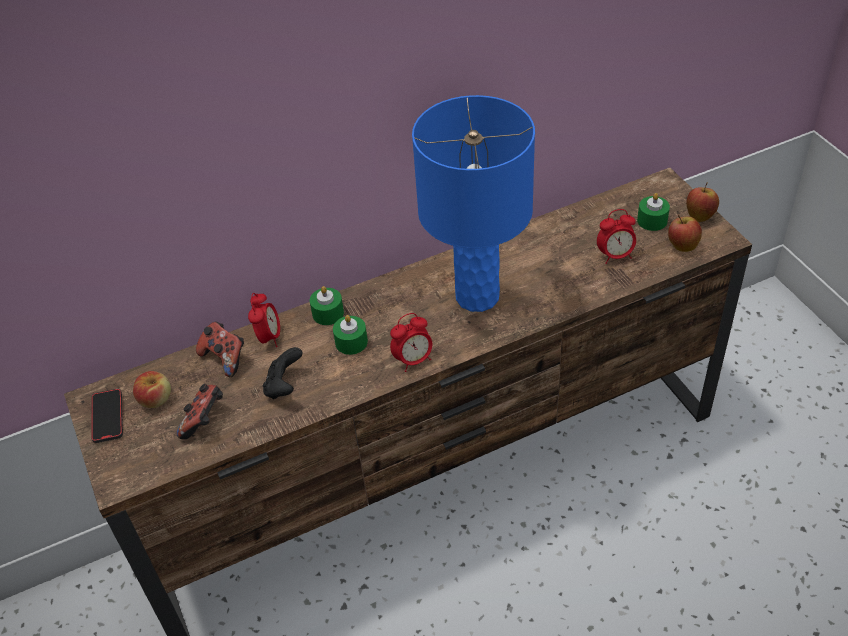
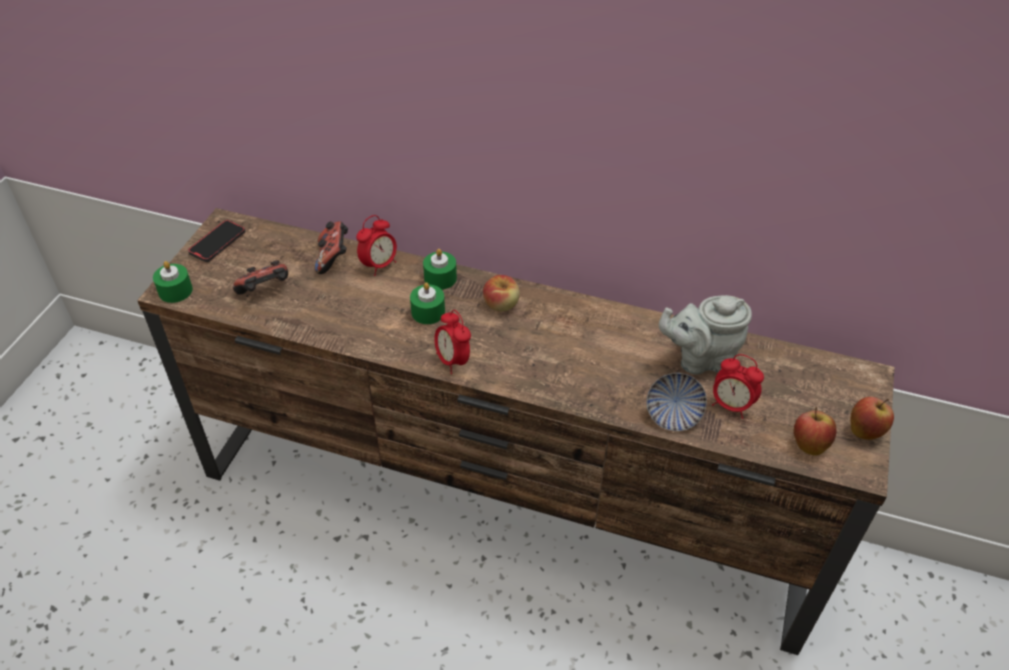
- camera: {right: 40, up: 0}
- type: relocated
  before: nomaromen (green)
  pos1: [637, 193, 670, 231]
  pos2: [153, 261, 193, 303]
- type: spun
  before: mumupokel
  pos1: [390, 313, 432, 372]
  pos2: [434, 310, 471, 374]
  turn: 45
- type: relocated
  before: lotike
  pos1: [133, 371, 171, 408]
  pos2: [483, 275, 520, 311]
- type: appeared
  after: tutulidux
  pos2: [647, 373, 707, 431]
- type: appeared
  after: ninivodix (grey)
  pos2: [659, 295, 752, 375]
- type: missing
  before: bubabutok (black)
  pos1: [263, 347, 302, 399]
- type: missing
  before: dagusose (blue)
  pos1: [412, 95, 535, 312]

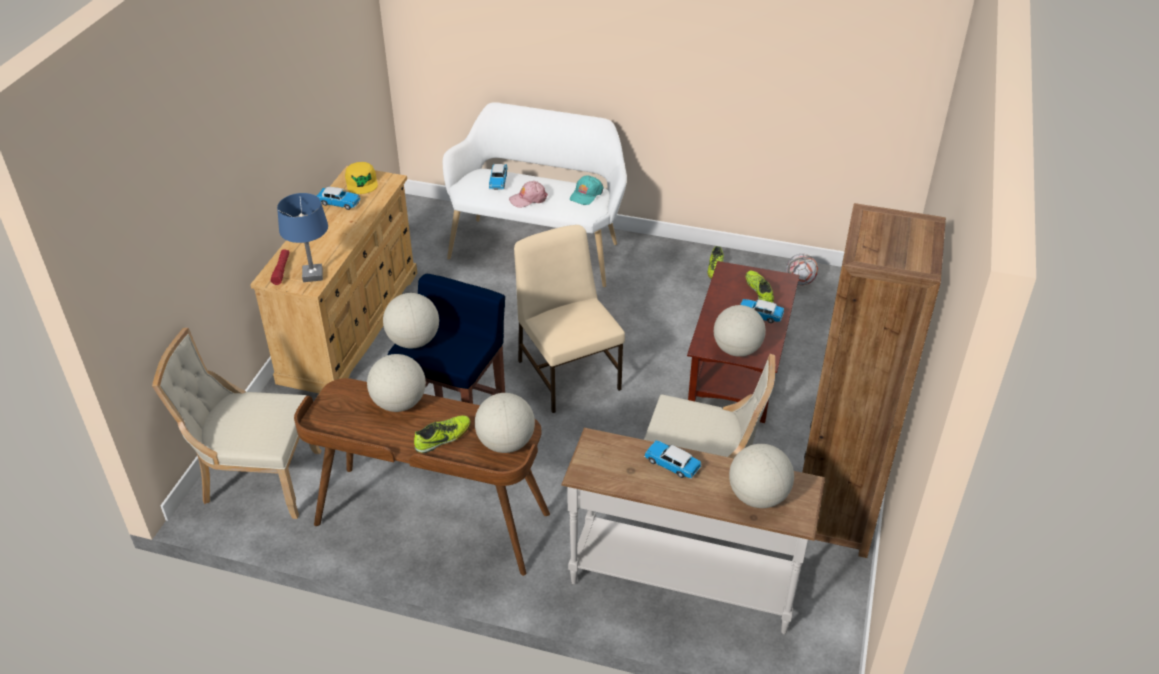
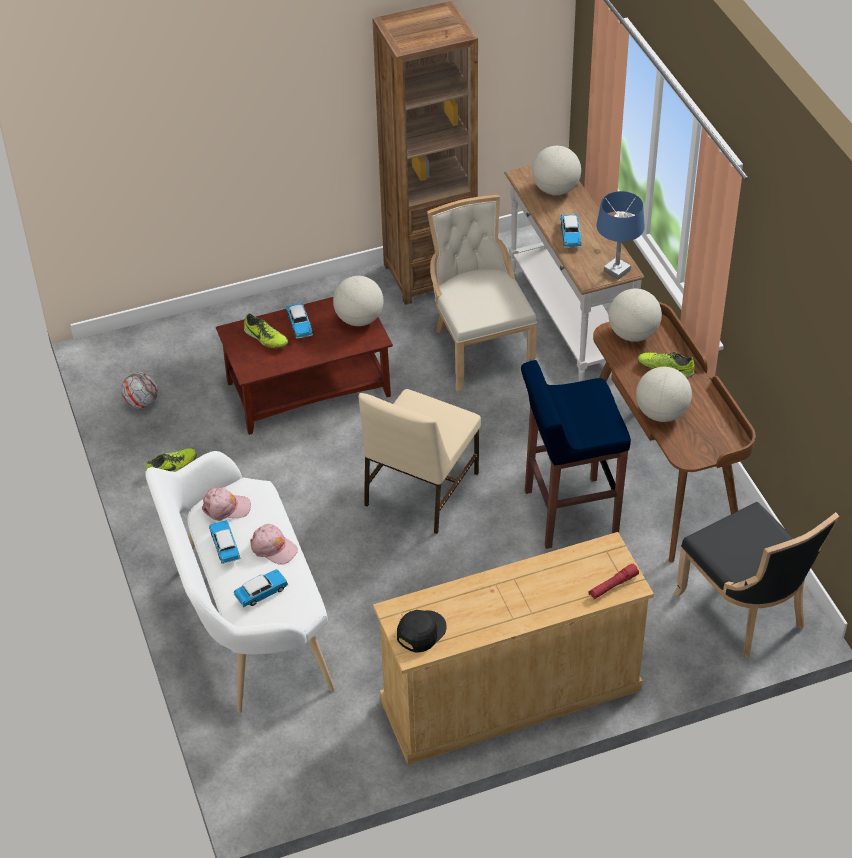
- camera: {right: -125, up: 5}
- type: colour
  before: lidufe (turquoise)
  after: lidufe (pink)
  pos1: [570, 176, 604, 205]
  pos2: [202, 488, 251, 521]
- type: relocated
  before: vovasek
  pos1: [316, 187, 361, 210]
  pos2: [209, 520, 241, 564]
- type: spun
  before: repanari
  pos1: [745, 271, 774, 303]
  pos2: [244, 313, 288, 348]
  turn: -90
- type: colour
  before: lidufe (yellow)
  after: lidufe (black)
  pos1: [345, 162, 378, 194]
  pos2: [397, 610, 446, 653]
- type: relocated
  before: dagusose (blue)
  pos1: [277, 193, 328, 282]
  pos2: [597, 191, 644, 280]
- type: colour
  before: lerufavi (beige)
  after: lerufavi (black)
  pos1: [152, 328, 322, 519]
  pos2: [674, 502, 839, 658]
- type: missing
  before: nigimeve
  pos1: [383, 293, 439, 348]

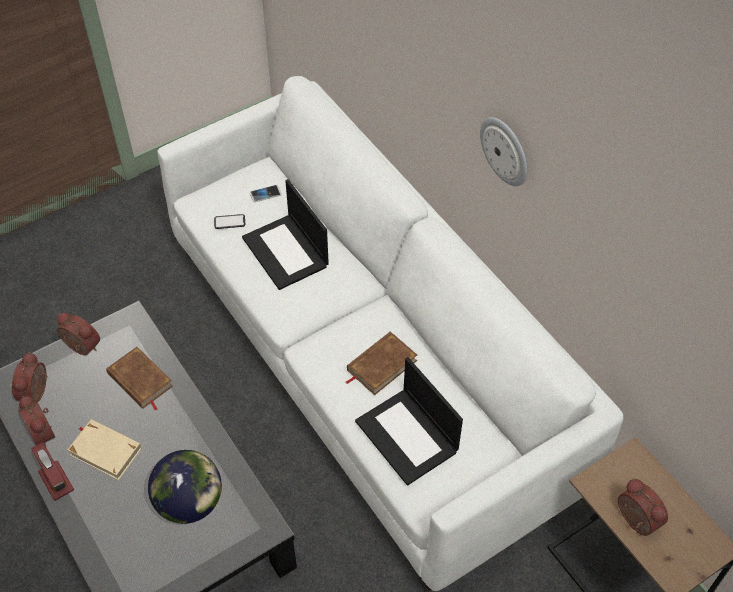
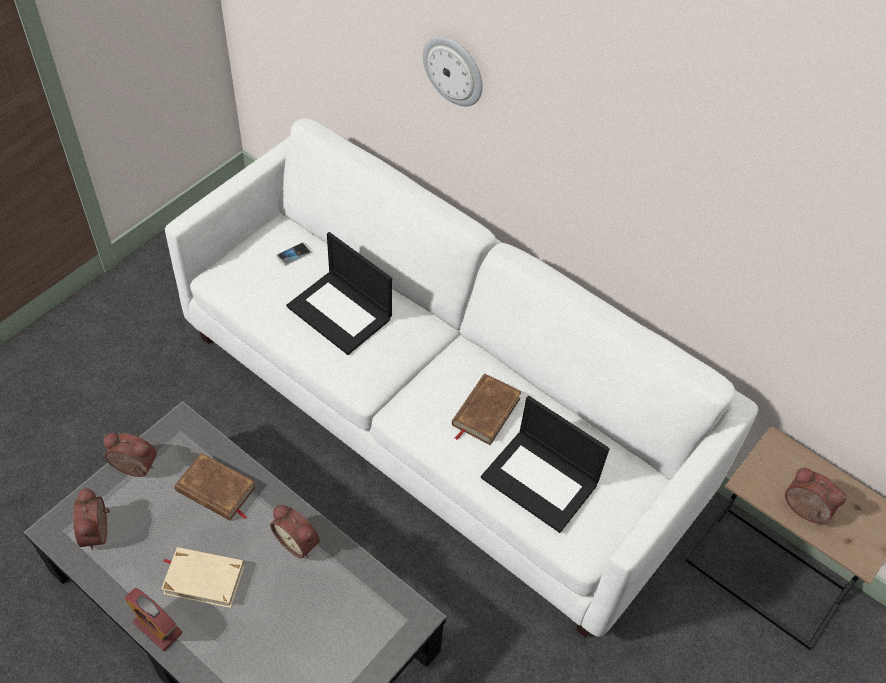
- camera: {right: -20, up: 0}
- type: relocated
  before: mumupokel
  pos1: [18, 396, 55, 447]
  pos2: [270, 505, 320, 558]
- type: relocated
  before: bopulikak
  pos1: [480, 117, 527, 186]
  pos2: [423, 36, 483, 106]
- type: missing
  before: nigimeve
  pos1: [148, 450, 222, 524]
- type: missing
  before: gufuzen
  pos1: [214, 214, 245, 229]

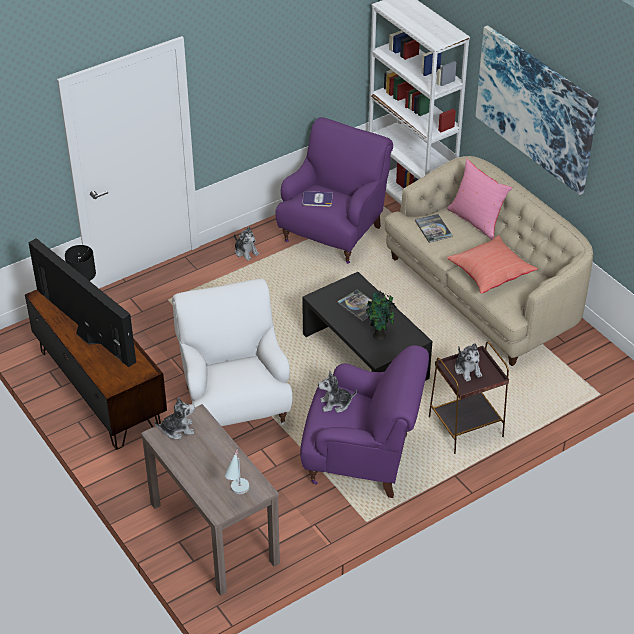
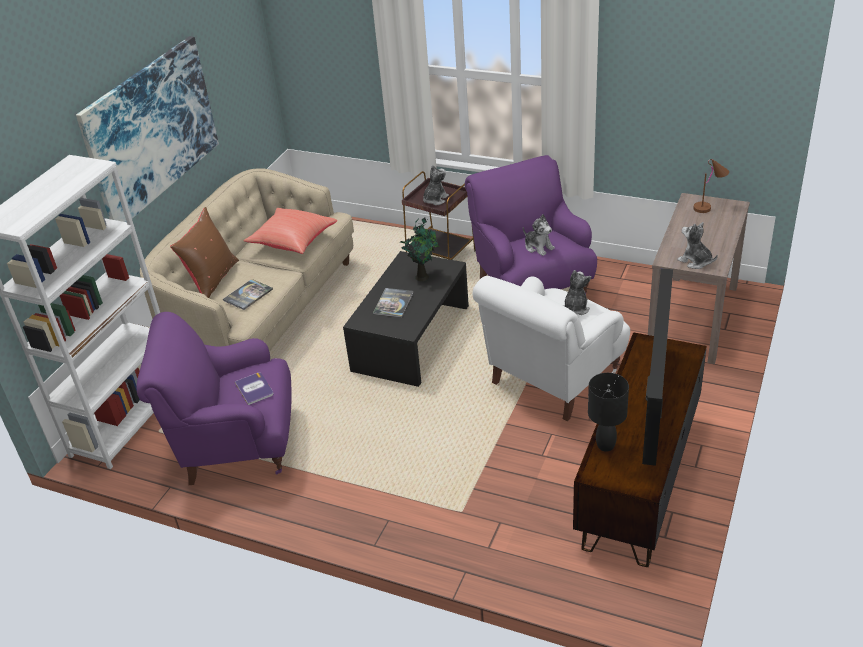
- camera: {right: -120, up: -5}
- type: colour
  before: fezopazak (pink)
  after: fezopazak (brown)
  pos1: [447, 159, 512, 240]
  pos2: [170, 207, 239, 298]
- type: relocated
  before: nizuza
  pos1: [234, 227, 259, 261]
  pos2: [563, 270, 591, 315]
- type: colour
  before: dagusose (white)
  after: dagusose (brown)
  pos1: [225, 449, 249, 494]
  pos2: [693, 159, 729, 213]

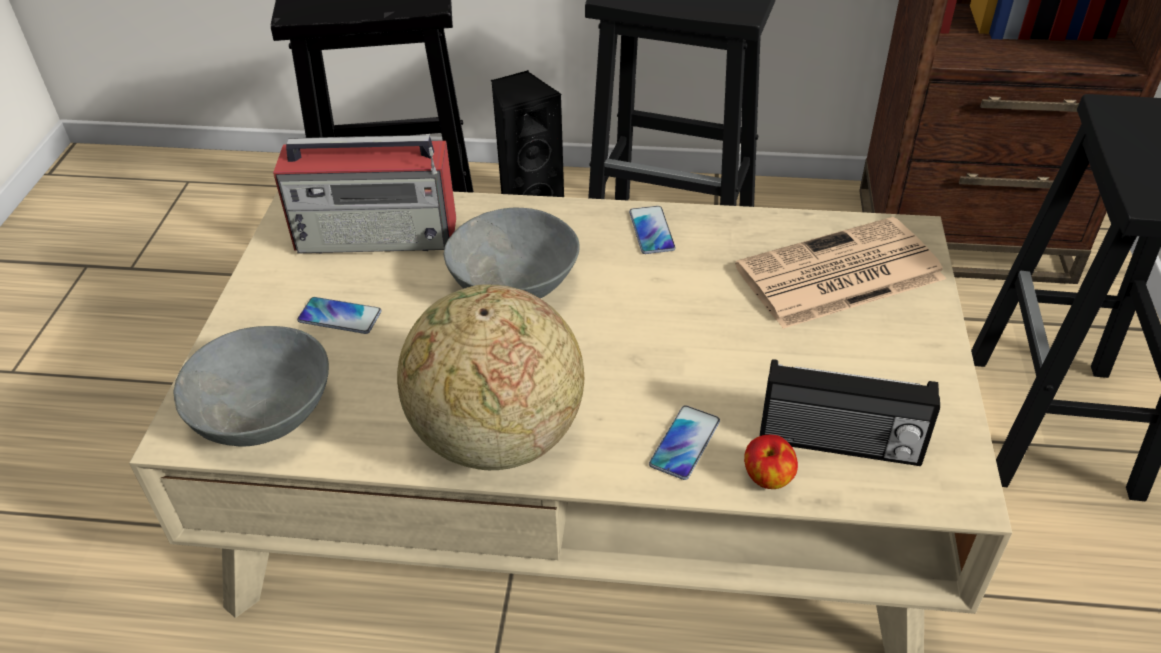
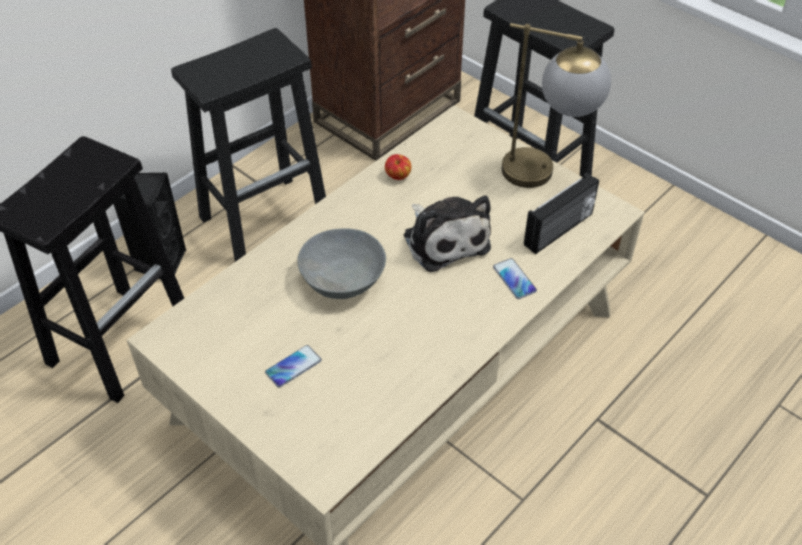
- camera: {right: -55, up: 5}
- type: relocated
  before: lotike
  pos1: [744, 435, 798, 489]
  pos2: [385, 154, 411, 180]
- type: appeared
  after: nizuza
  pos2: [404, 195, 491, 272]
- type: appeared
  after: dagusose
  pos2: [502, 23, 611, 188]
- type: missing
  before: tutulidux (grey)
  pos1: [173, 326, 329, 447]
- type: missing
  before: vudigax
  pos1: [273, 135, 456, 253]
- type: missing
  before: nigimeve
  pos1: [397, 285, 584, 470]
- type: missing
  before: gufuzen
  pos1: [629, 206, 676, 254]
- type: missing
  before: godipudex
  pos1: [735, 217, 946, 329]

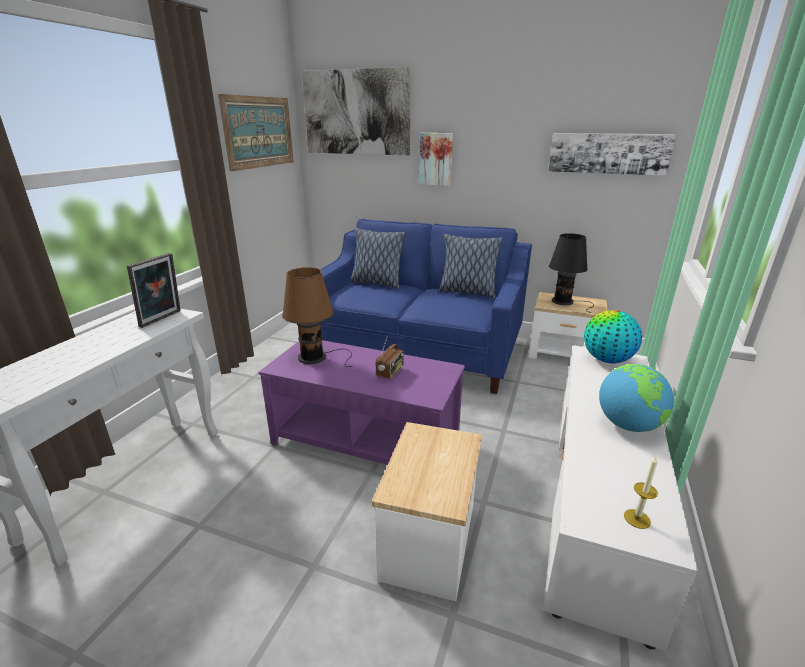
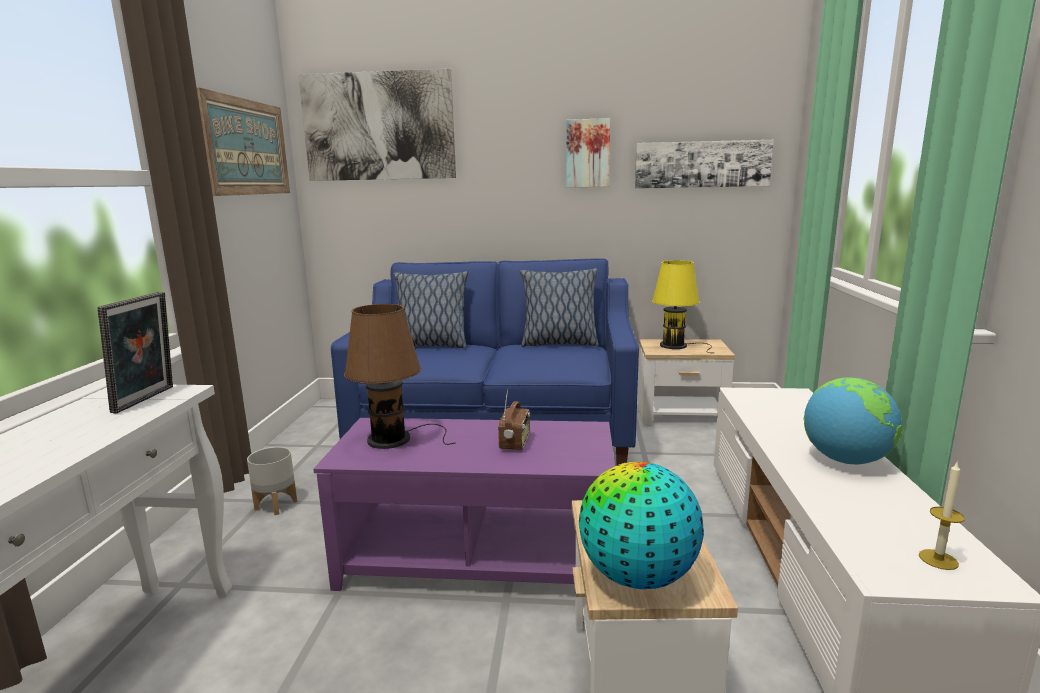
- camera: {right: -15, up: -10}
- type: appeared
  after: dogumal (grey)
  pos2: [247, 447, 297, 515]
- type: relocated
  before: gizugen
  pos1: [419, 133, 453, 186]
  pos2: [566, 118, 610, 187]
- type: relocated
  before: nigimeve
  pos1: [584, 310, 642, 363]
  pos2: [579, 462, 704, 589]
- type: colour
  before: dagusose (black)
  after: dagusose (yellow)
  pos1: [549, 233, 594, 313]
  pos2: [652, 260, 712, 353]

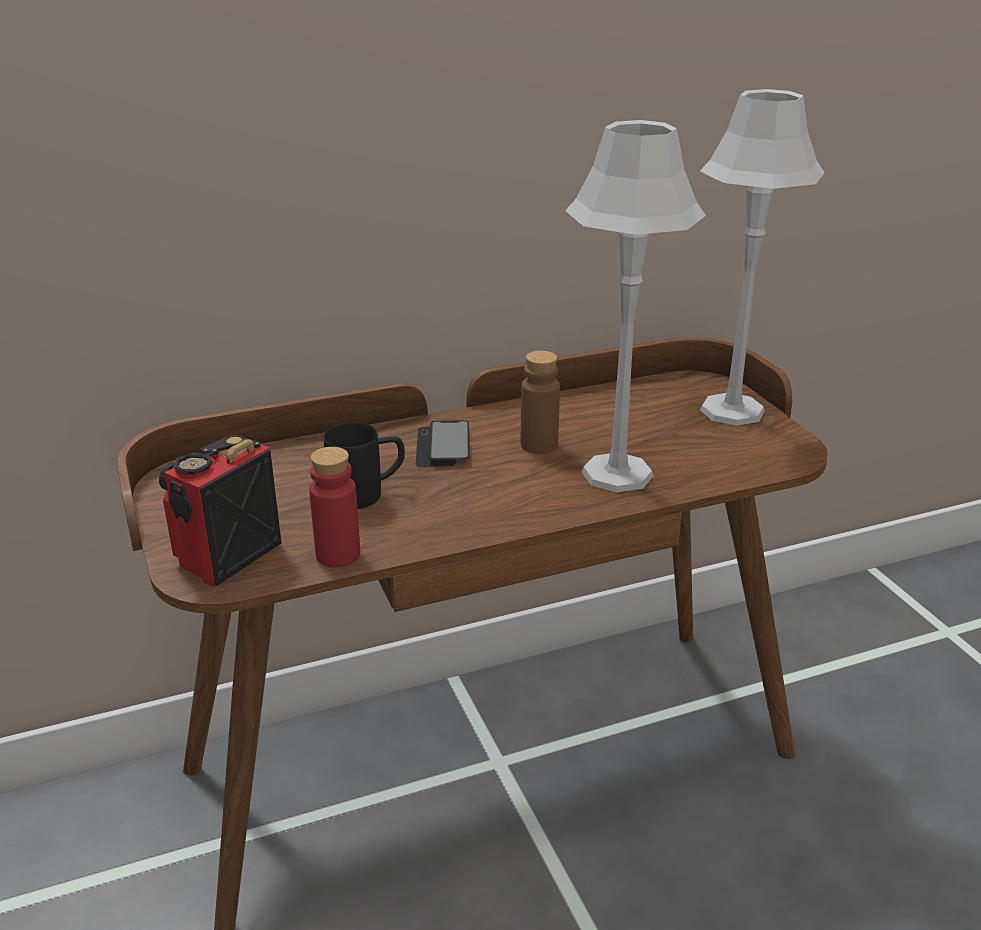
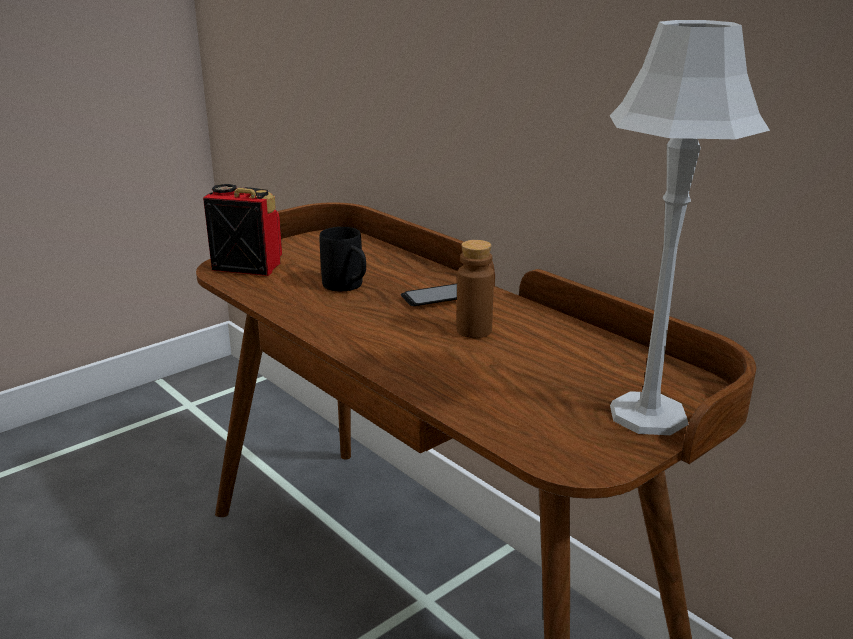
- camera: {right: 70, up: -5}
- type: missing
  before: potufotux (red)
  pos1: [309, 447, 360, 568]
- type: missing
  before: dagusose (grey)
  pos1: [565, 120, 706, 492]

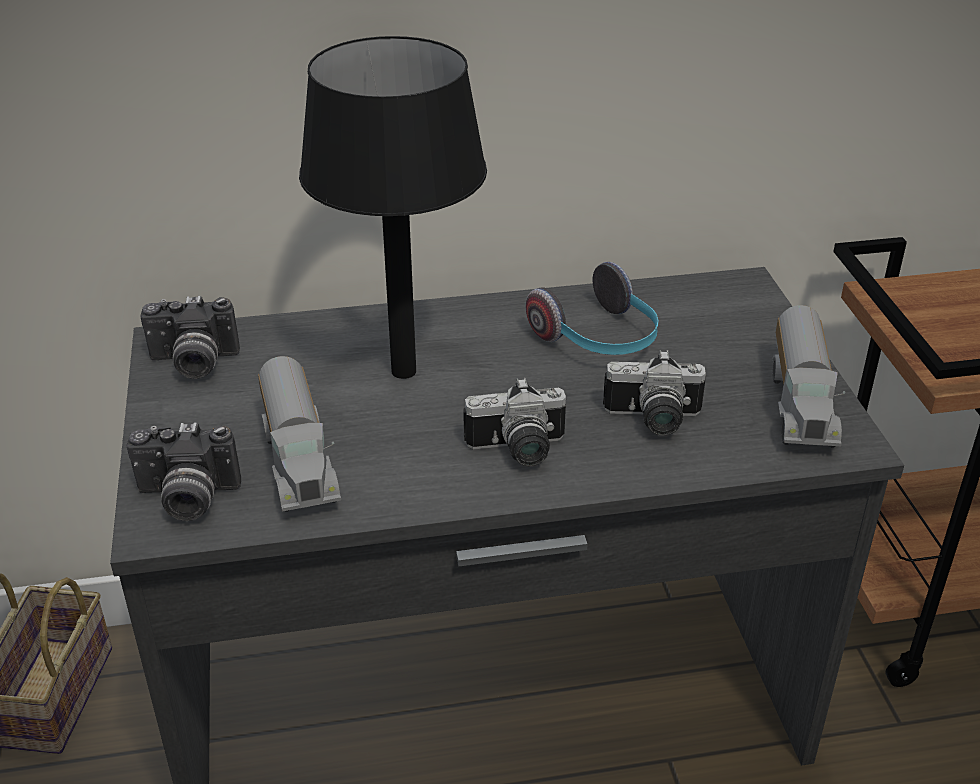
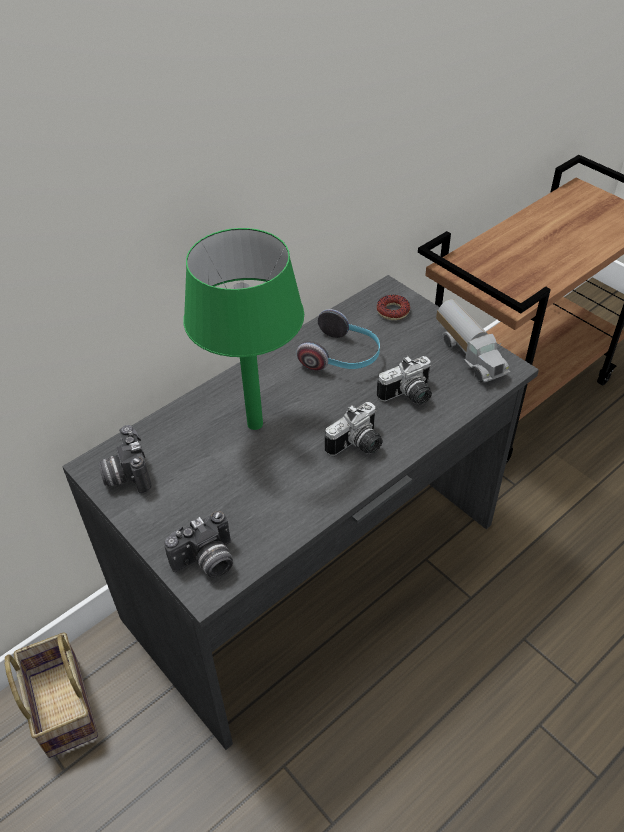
- camera: {right: -30, up: 10}
- type: spun
  before: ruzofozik
  pos1: [140, 296, 240, 379]
  pos2: [98, 425, 151, 493]
  turn: 105
- type: colour
  before: dagusose (black)
  after: dagusose (green)
  pos1: [299, 36, 487, 379]
  pos2: [184, 228, 304, 430]
- type: appeared
  after: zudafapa
  pos2: [377, 295, 410, 320]
- type: missing
  before: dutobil
  pos1: [258, 356, 341, 512]

